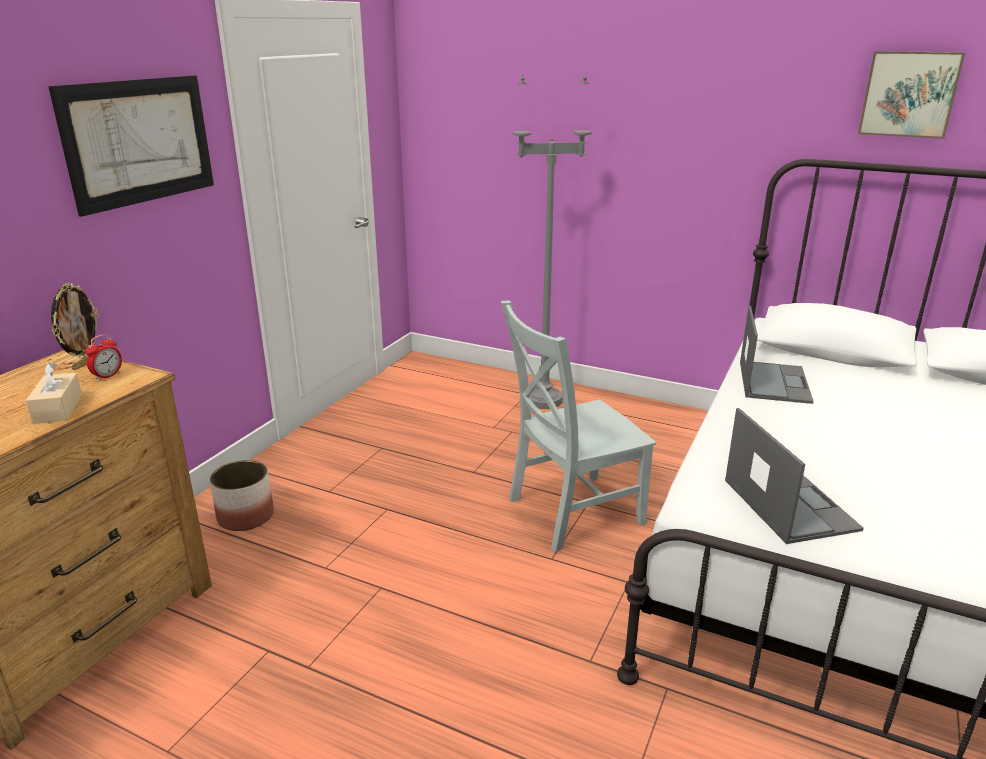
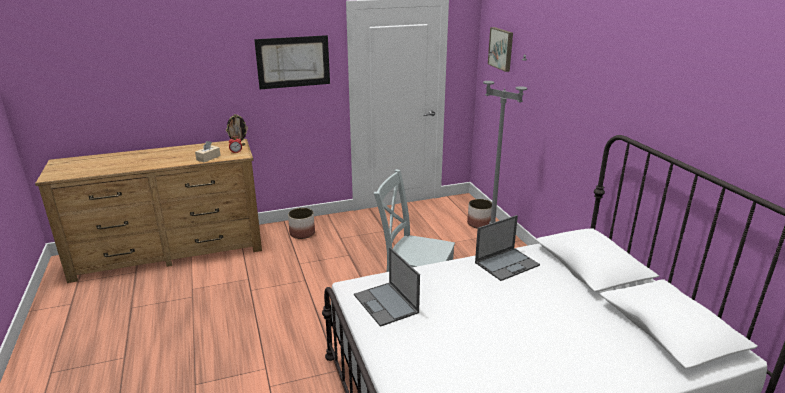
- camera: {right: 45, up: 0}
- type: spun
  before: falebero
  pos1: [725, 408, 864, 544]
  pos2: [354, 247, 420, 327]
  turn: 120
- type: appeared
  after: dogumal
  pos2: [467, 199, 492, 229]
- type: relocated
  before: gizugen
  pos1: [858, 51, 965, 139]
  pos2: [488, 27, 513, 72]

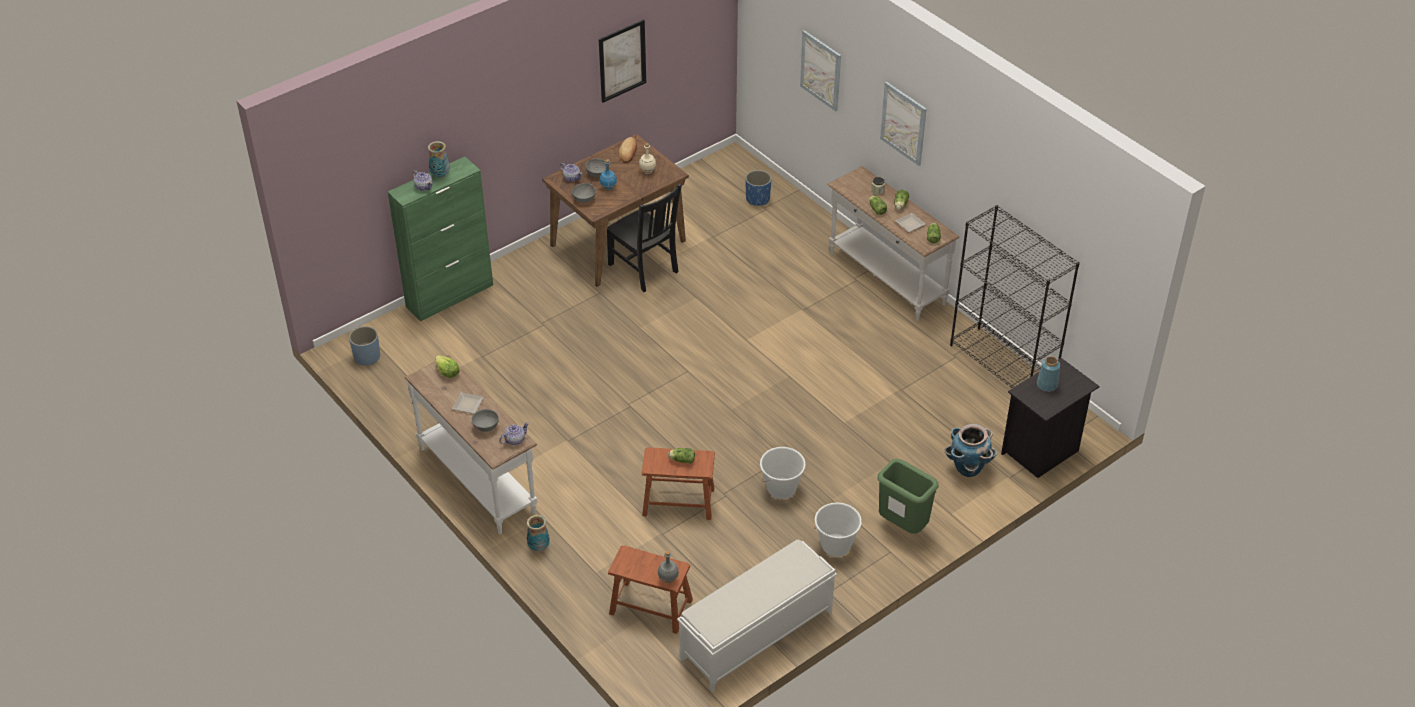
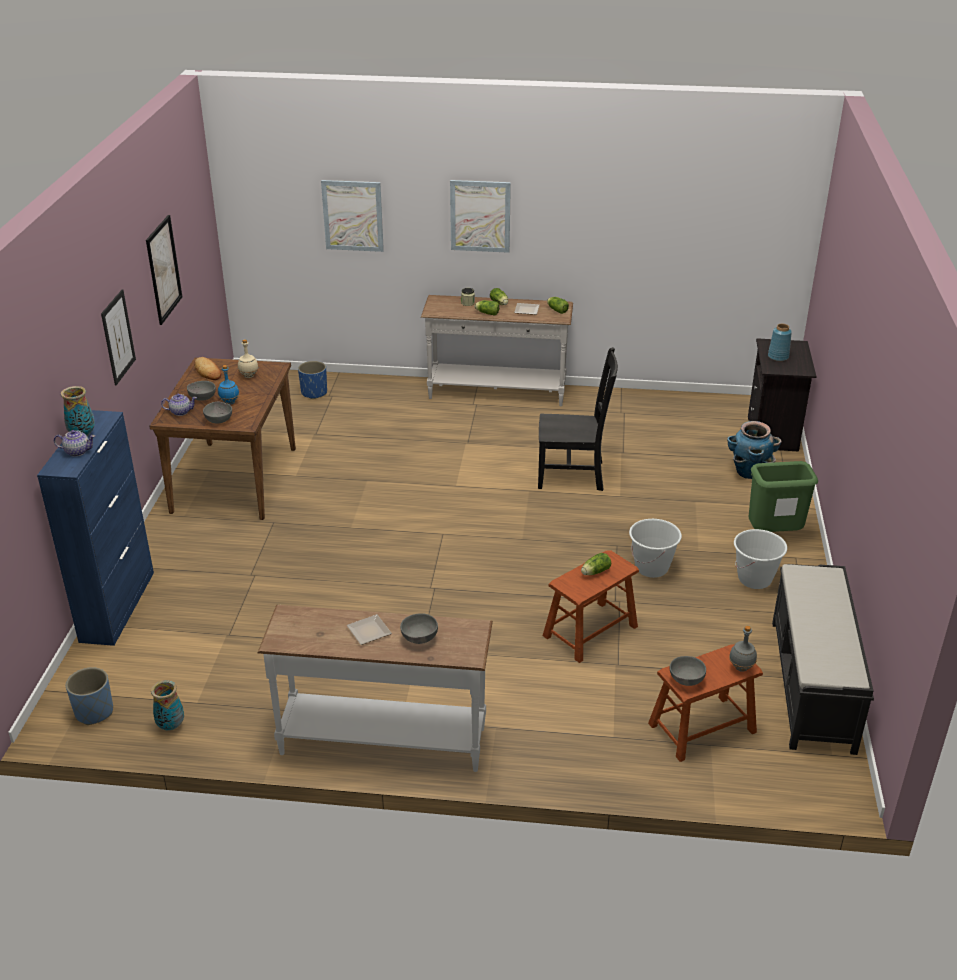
- camera: {right: -45, up: -10}
- type: colour
  before: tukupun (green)
  after: tukupun (blue)
  pos1: [388, 157, 493, 322]
  pos2: [37, 410, 154, 646]
- type: appeared
  after: gizugen
  pos2: [101, 289, 136, 385]
- type: relocated
  before: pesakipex
  pos1: [527, 515, 550, 552]
  pos2: [151, 680, 184, 731]
- type: relocated
  before: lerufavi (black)
  pos1: [607, 184, 682, 292]
  pos2: [538, 347, 618, 491]
- type: appeared
  after: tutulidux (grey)
  pos2: [670, 656, 706, 686]
- type: colour
  before: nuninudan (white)
  after: nuninudan (black)
  pos1: [677, 539, 837, 691]
  pos2: [772, 564, 874, 755]
- type: missing
  before: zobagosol
  pos1: [435, 355, 460, 378]
- type: missing
  before: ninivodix
  pos1: [499, 422, 529, 445]
- type: missing
  before: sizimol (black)
  pos1: [950, 205, 1080, 388]

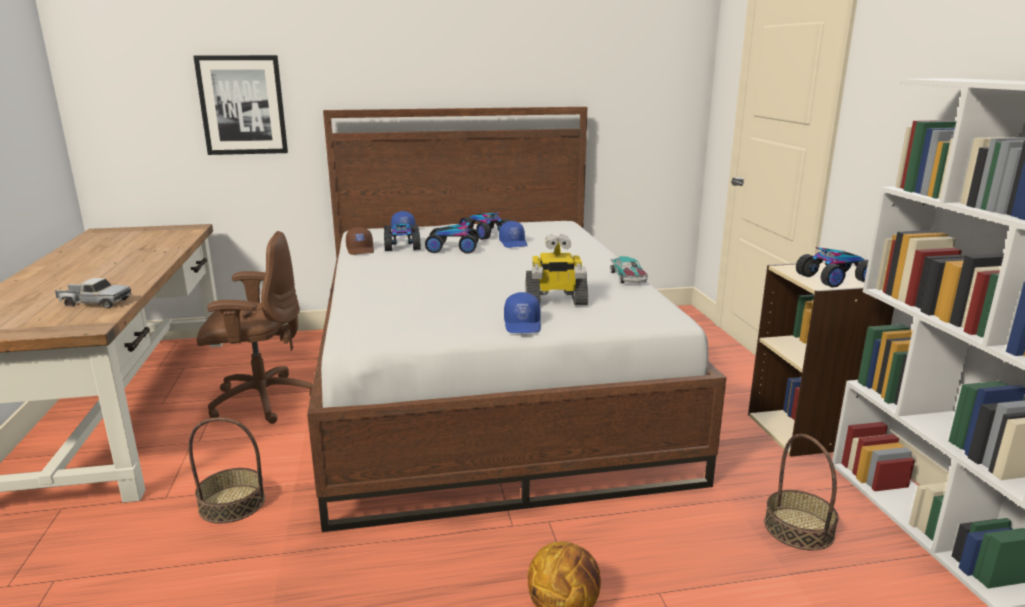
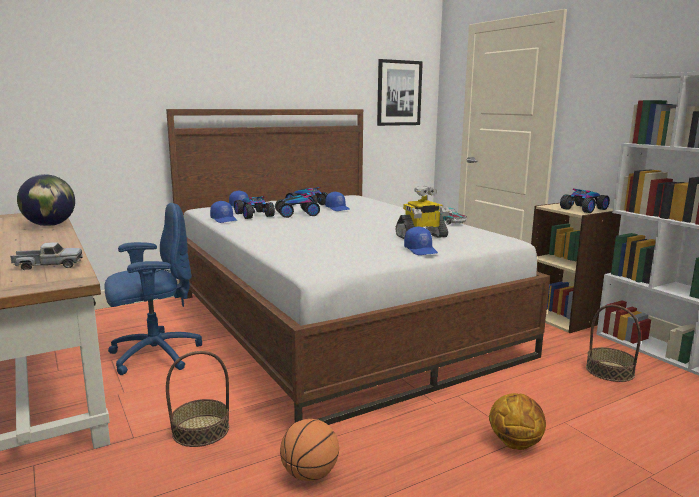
- camera: {right: -20, up: -5}
- type: appeared
  after: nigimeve
  pos2: [17, 174, 75, 226]
- type: colour
  before: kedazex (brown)
  after: kedazex (blue)
  pos1: [197, 231, 313, 424]
  pos2: [104, 203, 202, 375]
- type: colour
  before: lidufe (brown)
  after: lidufe (blue)
  pos1: [346, 227, 374, 255]
  pos2: [210, 201, 237, 223]
- type: appeared
  after: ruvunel
  pos2: [280, 419, 339, 481]
- type: relocated
  before: gizugen
  pos1: [193, 55, 288, 155]
  pos2: [377, 59, 423, 126]

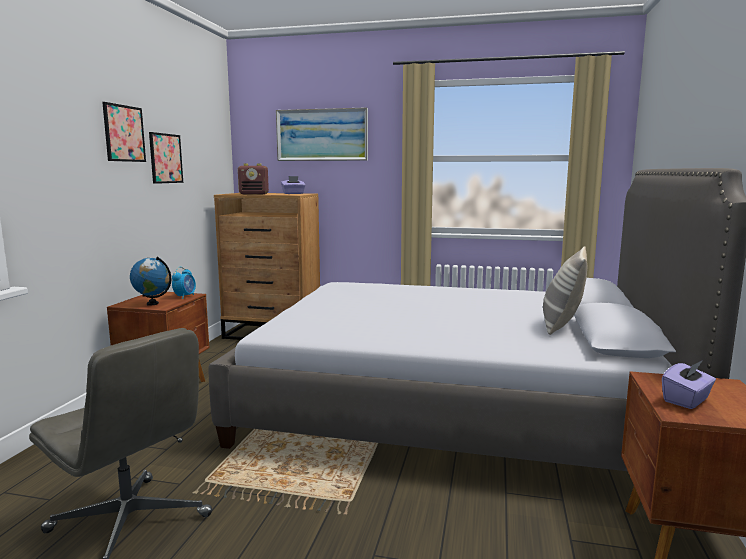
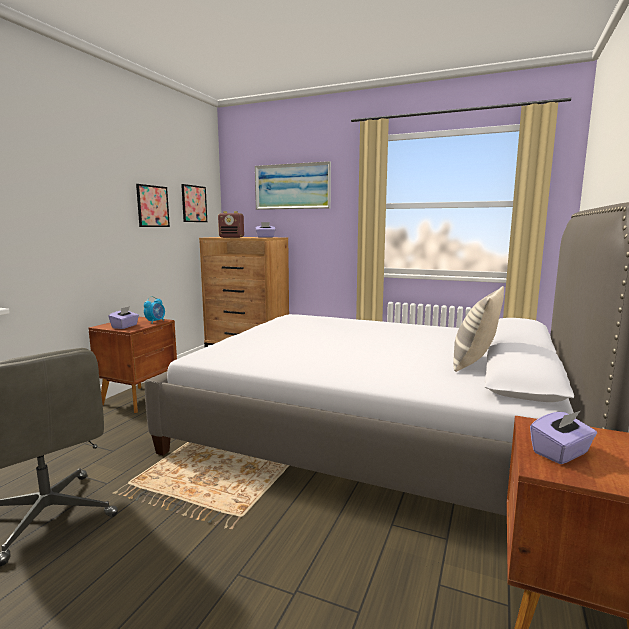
- camera: {right: 10, up: 0}
- type: exchanged
  before: nigimeve
  after: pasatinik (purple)
  pos1: [130, 256, 171, 306]
  pos2: [108, 306, 139, 329]
- type: relocated
  before: gizugen
  pos1: [102, 102, 146, 162]
  pos2: [181, 184, 207, 222]

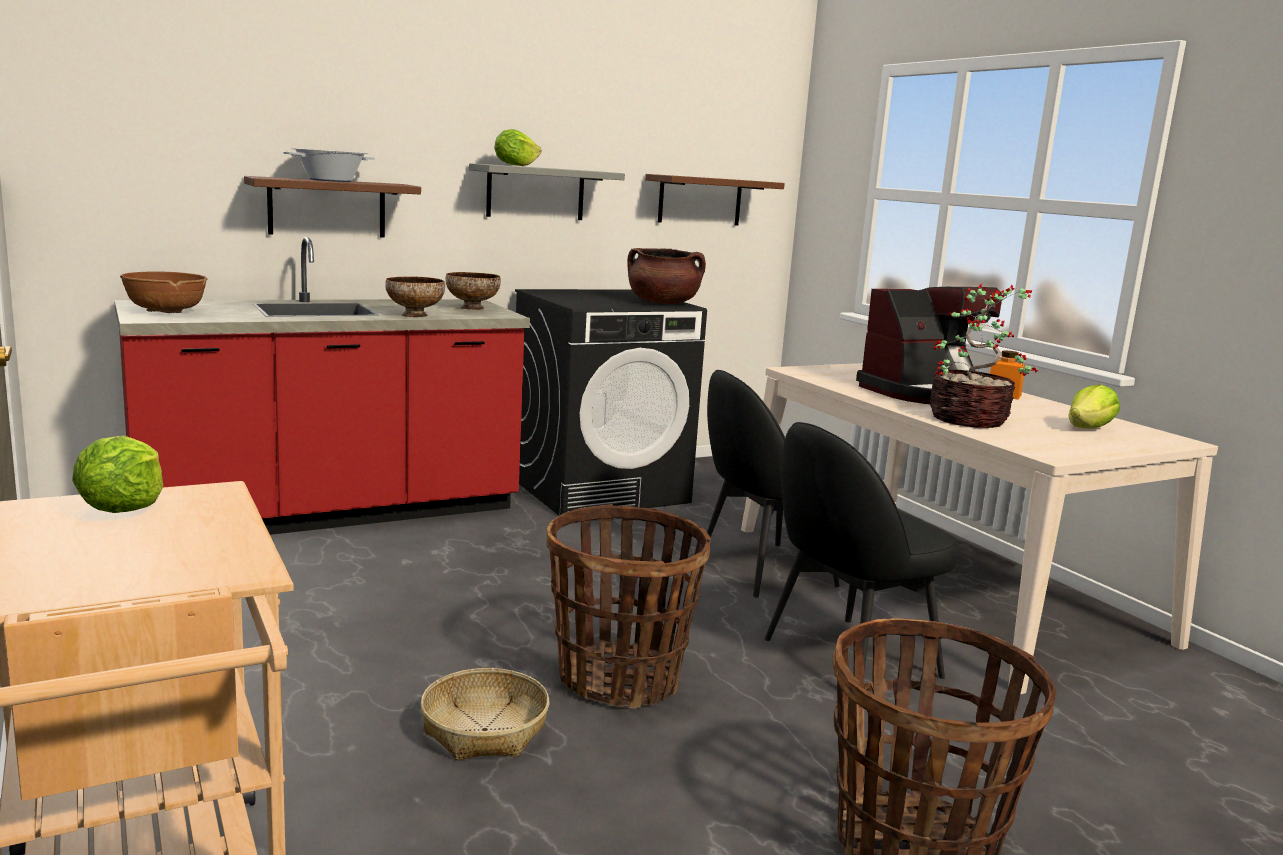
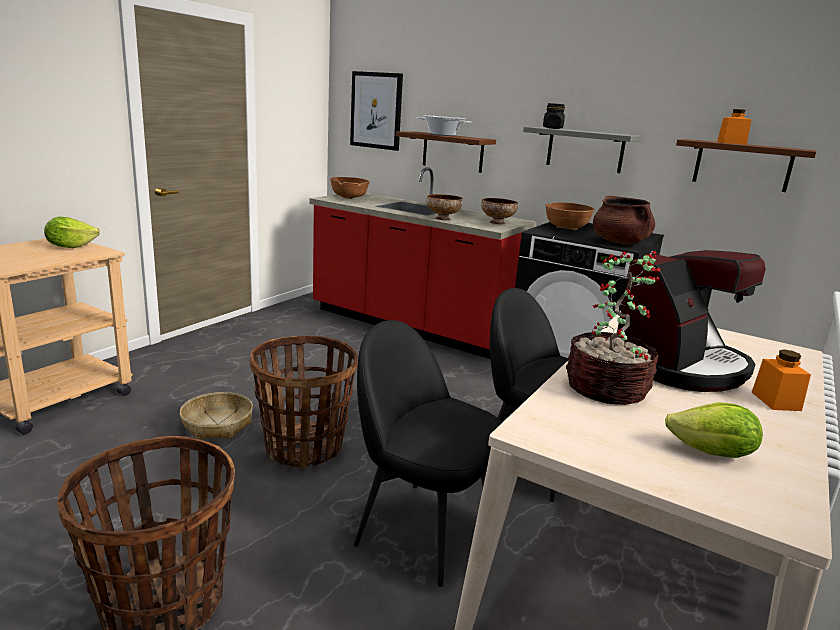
- camera: {right: 60, up: 5}
- type: appeared
  after: gizugen
  pos2: [350, 71, 403, 151]
- type: exchanged
  before: zobagosol
  after: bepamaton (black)
  pos1: [494, 129, 541, 166]
  pos2: [543, 103, 565, 129]
- type: appeared
  after: tutulidux (brown)
  pos2: [545, 202, 595, 230]
- type: spun
  before: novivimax
  pos1: [856, 287, 1002, 404]
  pos2: [617, 250, 766, 392]
  turn: -75
- type: appeared
  after: bepamaton (orange)
  pos2: [717, 109, 752, 145]

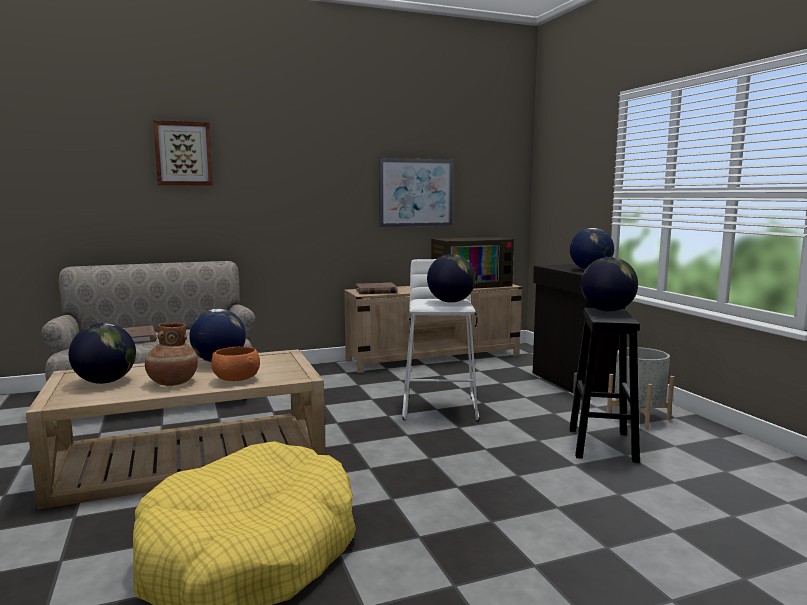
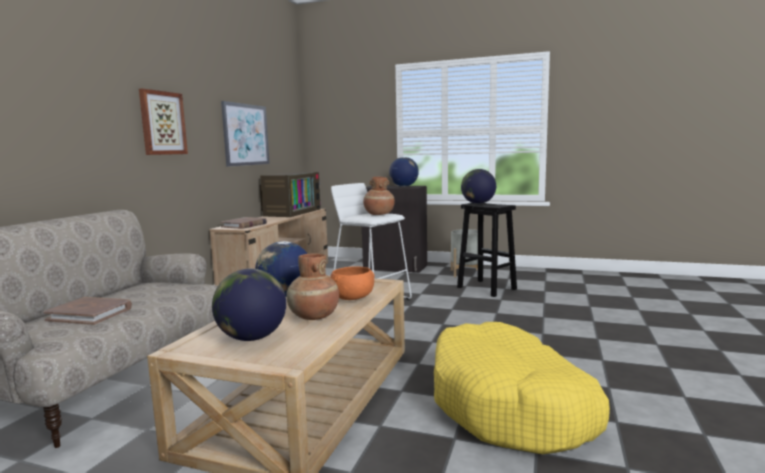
- camera: {right: -50, up: 0}
- type: relocated
  before: gizugen
  pos1: [153, 120, 213, 185]
  pos2: [139, 88, 188, 155]
- type: exchanged
  before: nigimeve
  after: pesakipex (brown)
  pos1: [427, 254, 476, 303]
  pos2: [363, 177, 395, 215]

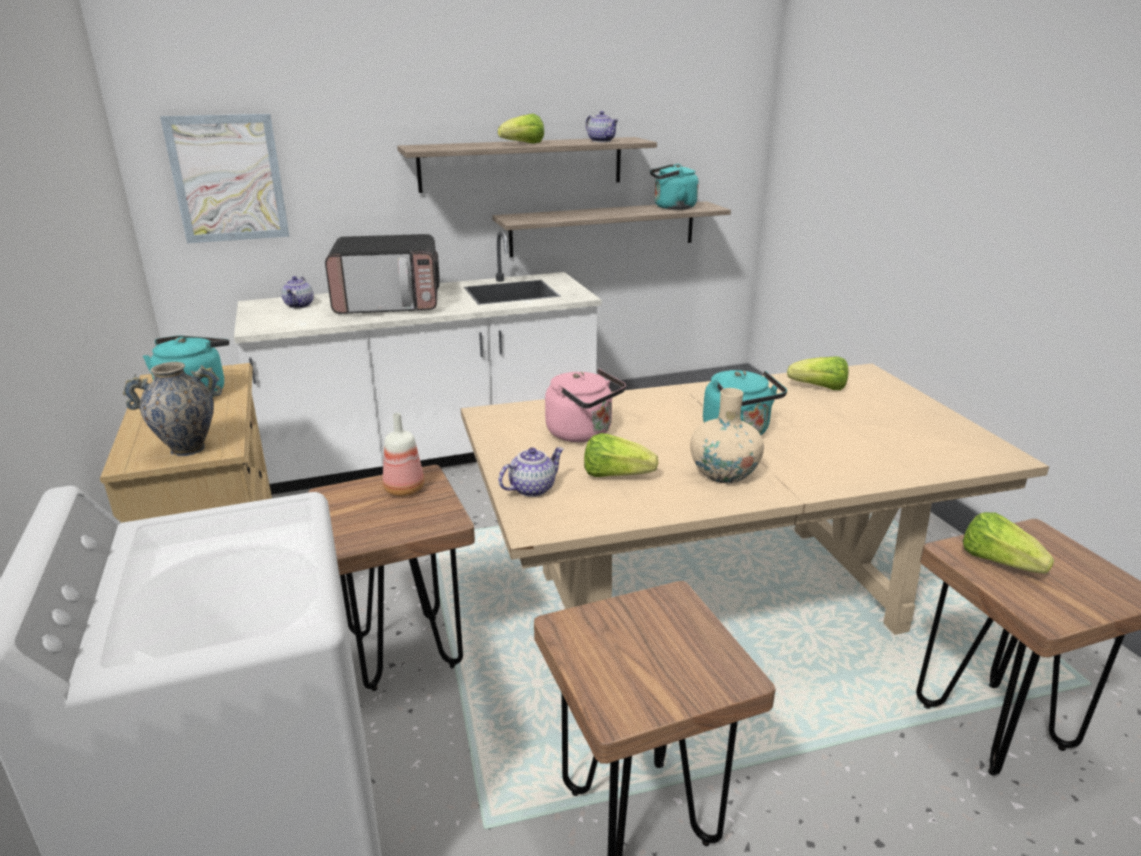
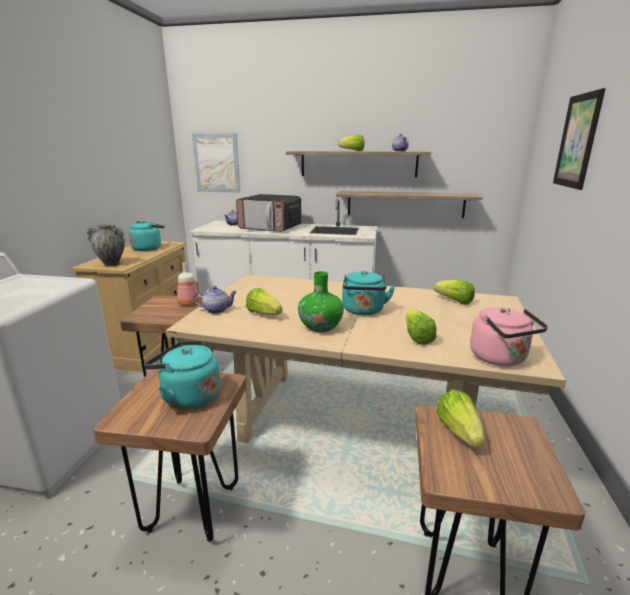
- camera: {right: 30, up: -5}
- type: relocated
  before: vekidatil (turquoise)
  pos1: [650, 164, 699, 210]
  pos2: [144, 340, 220, 409]
- type: colour
  before: pesakipex (beige)
  after: pesakipex (green)
  pos1: [690, 388, 764, 483]
  pos2: [298, 271, 344, 332]
- type: appeared
  after: zobagosol
  pos2: [406, 309, 437, 345]
- type: relocated
  before: vekidatil (pink)
  pos1: [545, 369, 626, 442]
  pos2: [470, 307, 548, 366]
- type: appeared
  after: gizugen
  pos2: [553, 88, 605, 190]

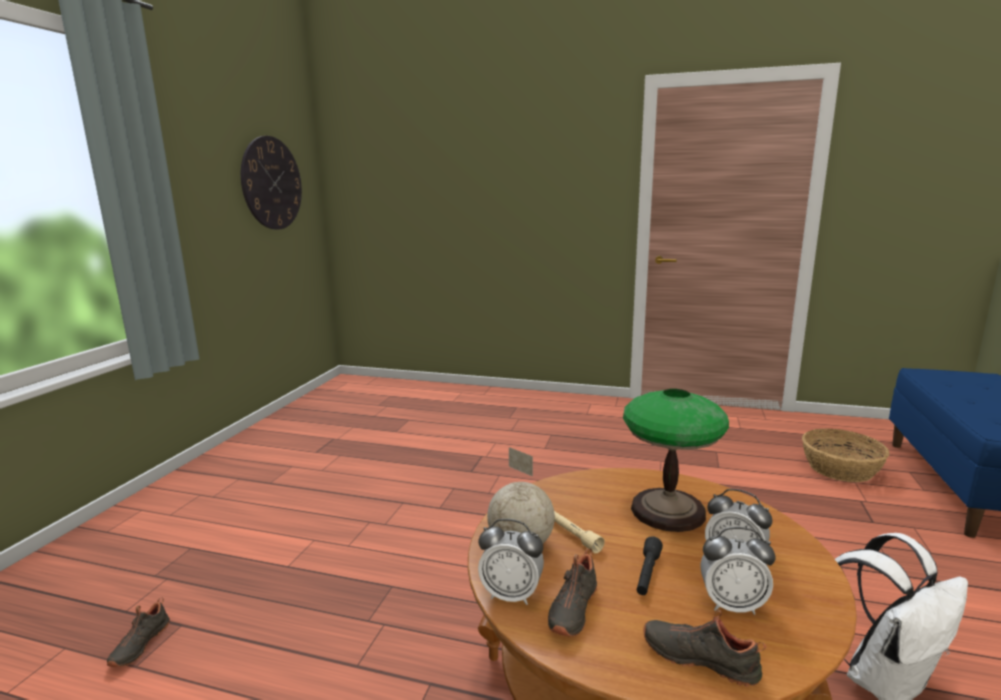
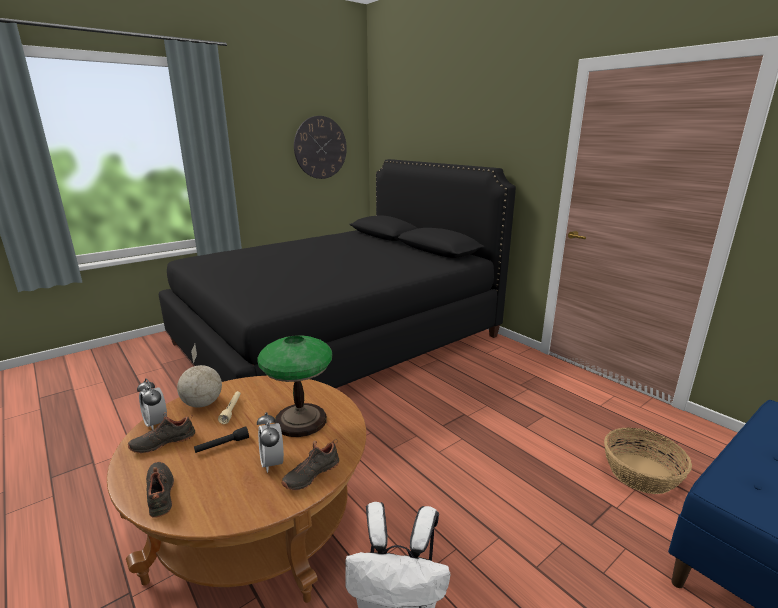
- camera: {right: 35, up: 5}
- type: appeared
  after: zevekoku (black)
  pos2: [159, 159, 516, 388]
- type: relocated
  before: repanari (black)
  pos1: [107, 597, 170, 667]
  pos2: [282, 439, 339, 491]
- type: missing
  before: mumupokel
  pos1: [700, 527, 776, 615]

